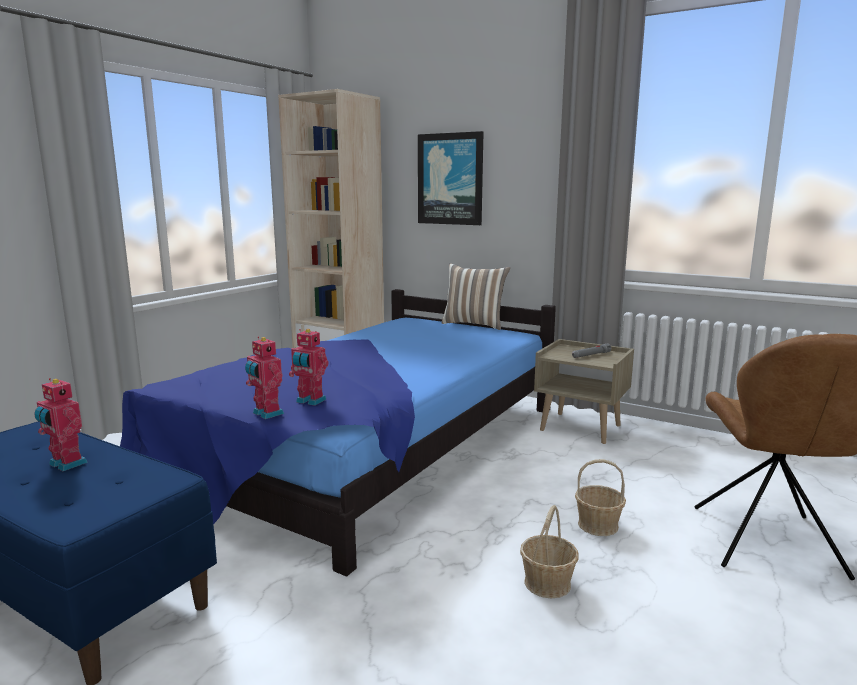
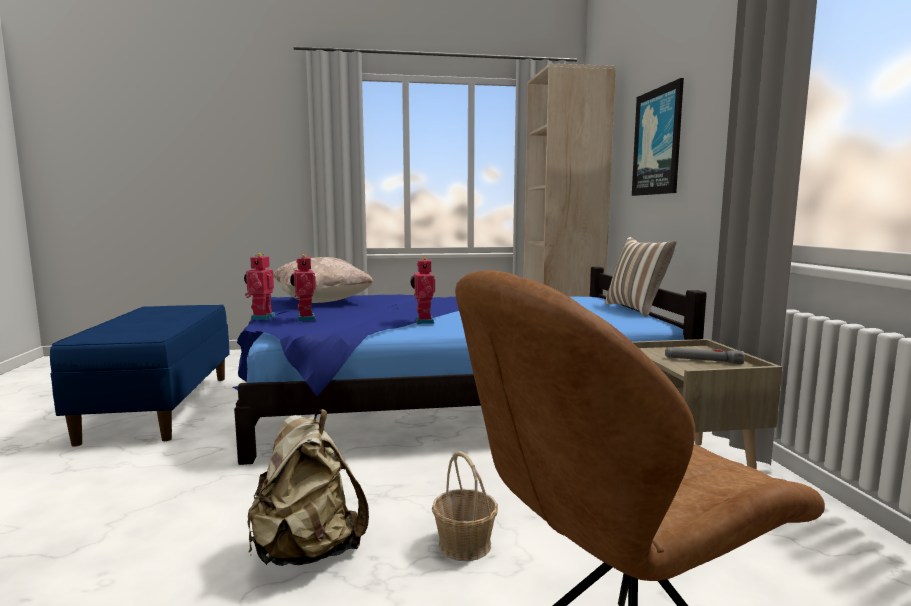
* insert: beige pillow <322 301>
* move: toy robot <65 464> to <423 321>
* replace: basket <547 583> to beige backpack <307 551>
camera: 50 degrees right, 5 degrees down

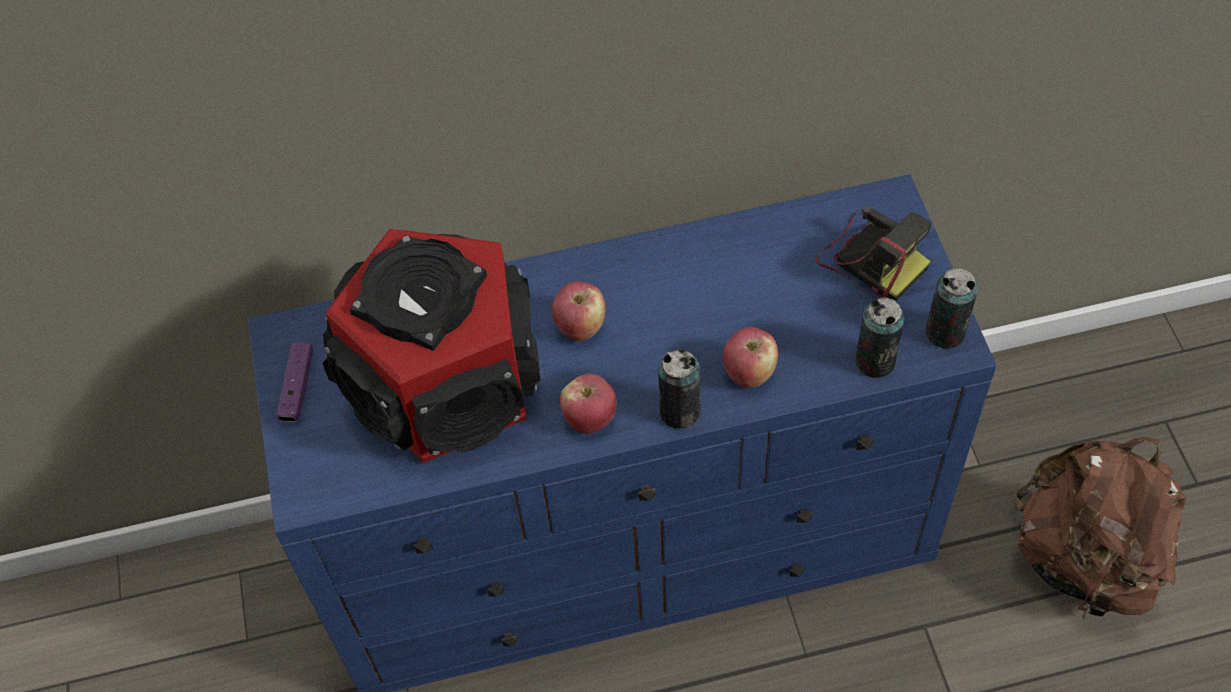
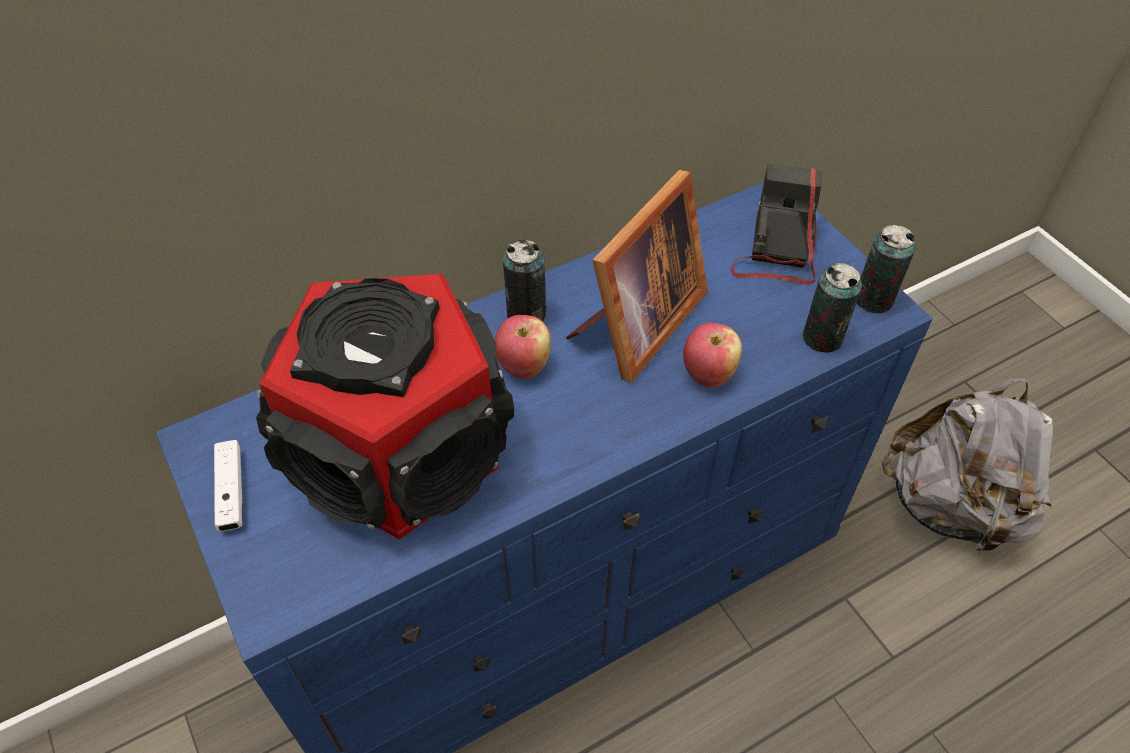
* delete: apple <590 418>
* insert: picture frame <635 325>
* move: can <679 412> to <526 314>
* recolor: purple game controller <297 388> to white game controller <231 492>
* recolor: brown backpack <1085 559> to grey backpack <951 506>
* rotate: photo camera <870 259> = <777 250> 105 degrees counterclockwise
camera: 20 degrees left, 5 degrees down

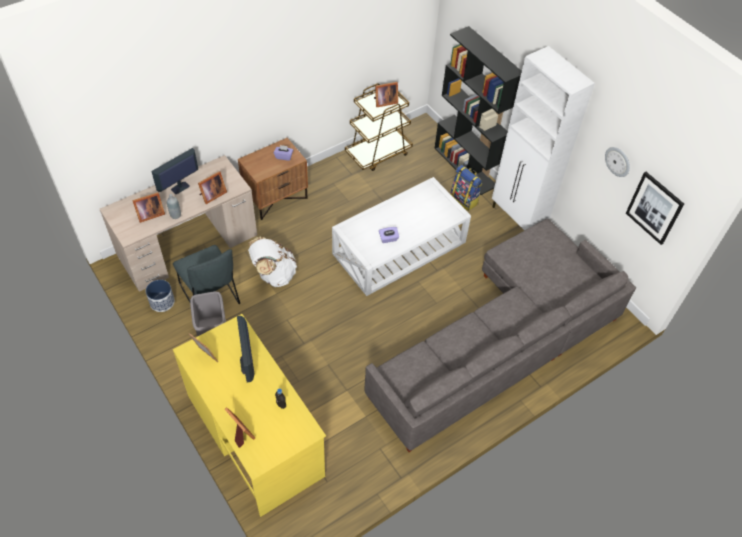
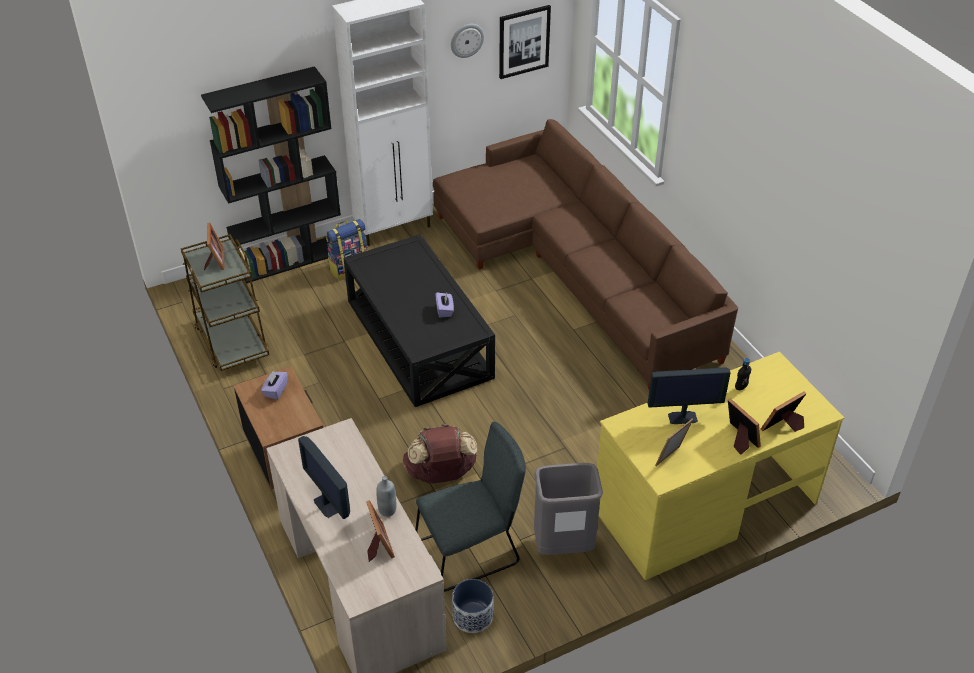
* move: picture frame <212 195> to <739 439>
* recolor: white backpack <273 274> to brown backpack <441 474>
* recolor: white coffee table <399 248> to black coffee table <420 338>
* recolor: grey sofa <502 341> to brown sofa <576 268>
camera: 80 degrees left, 10 degrees down

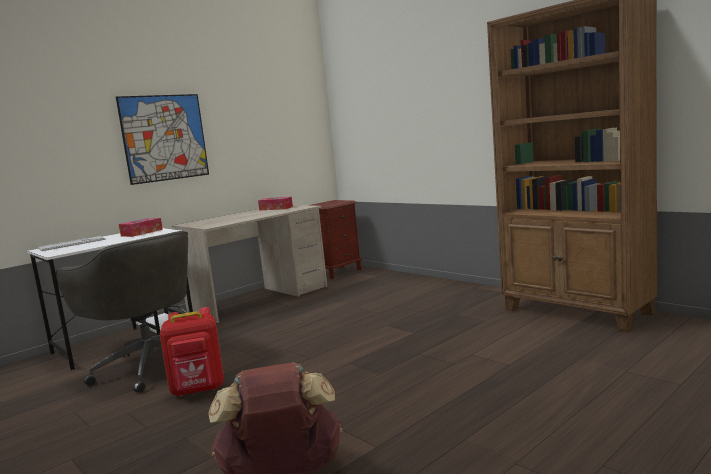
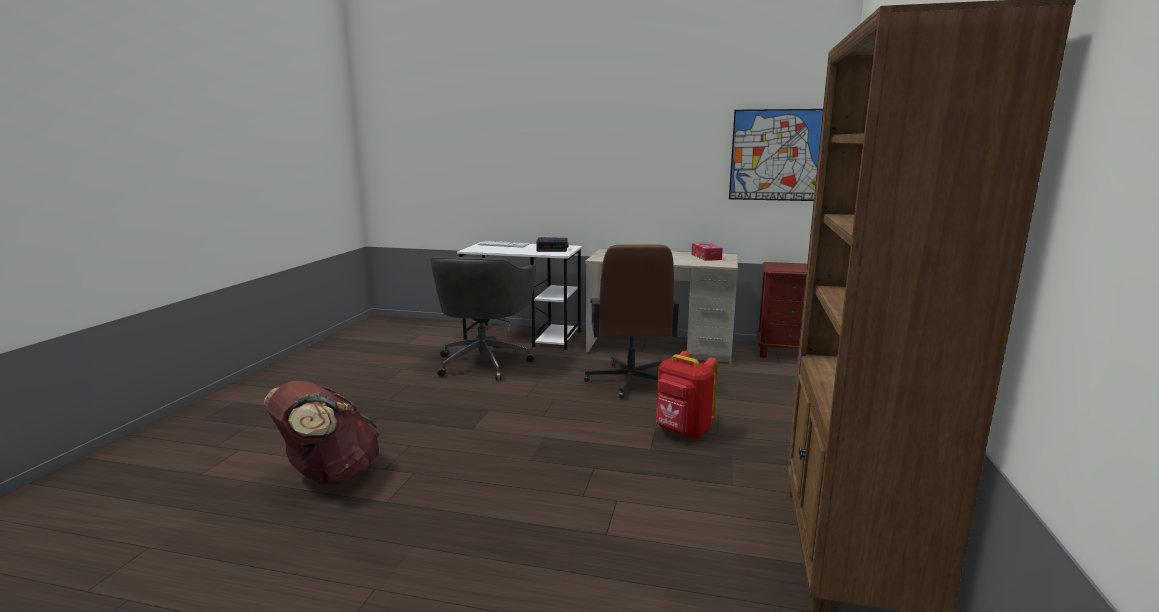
* insert: brown office chair <630 381>
* move: picture <164 138> to <777 155>
* move: red backpack <198 390> to <682 431>
* replace: tissue box <142 233> to alarm clock <552 249>
camera: 55 degrees right, 5 degrees up

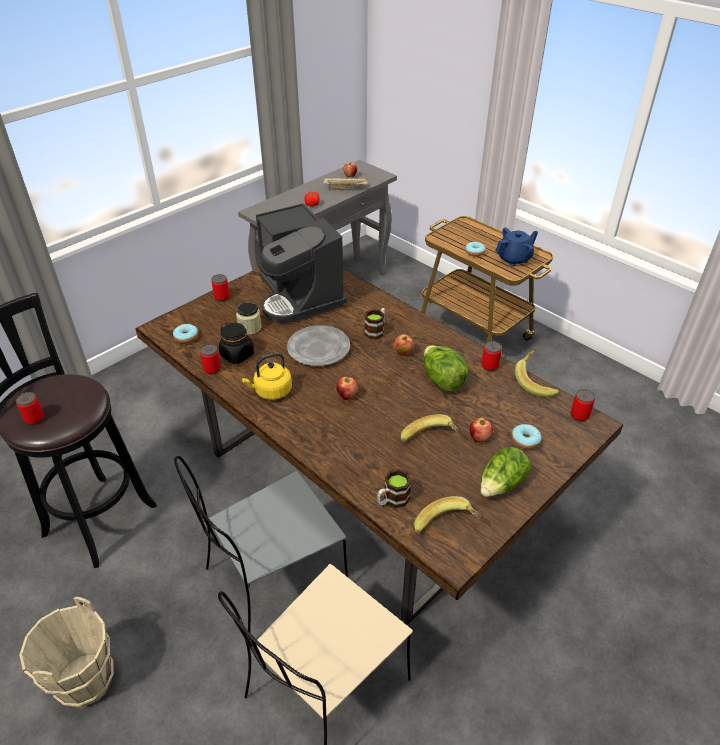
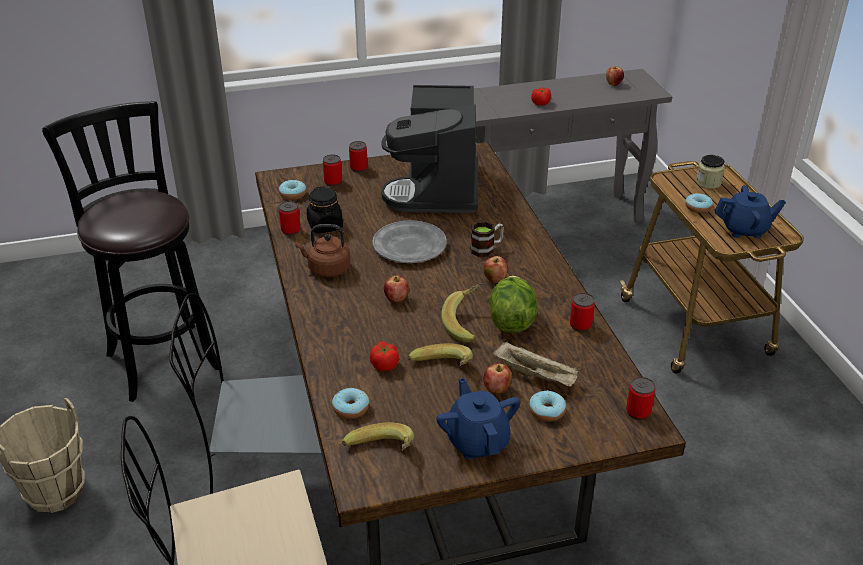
* insert: tomato <384 365>
* move: can <34 418> to <333 182>
* move: jar <250 328> to <708 183>
* move: beige tray <346 188> to <536 375>
* move: banana <536 382> to <468 324>
* replace: mug <392 500> to donut <351 408>
* replace: lettuce <502 484> to blue teapot <477 441>
* recolor: yellow kettle <271 391> to brown kettle <327 269>
camera: 30 degrees right, 5 degrees down

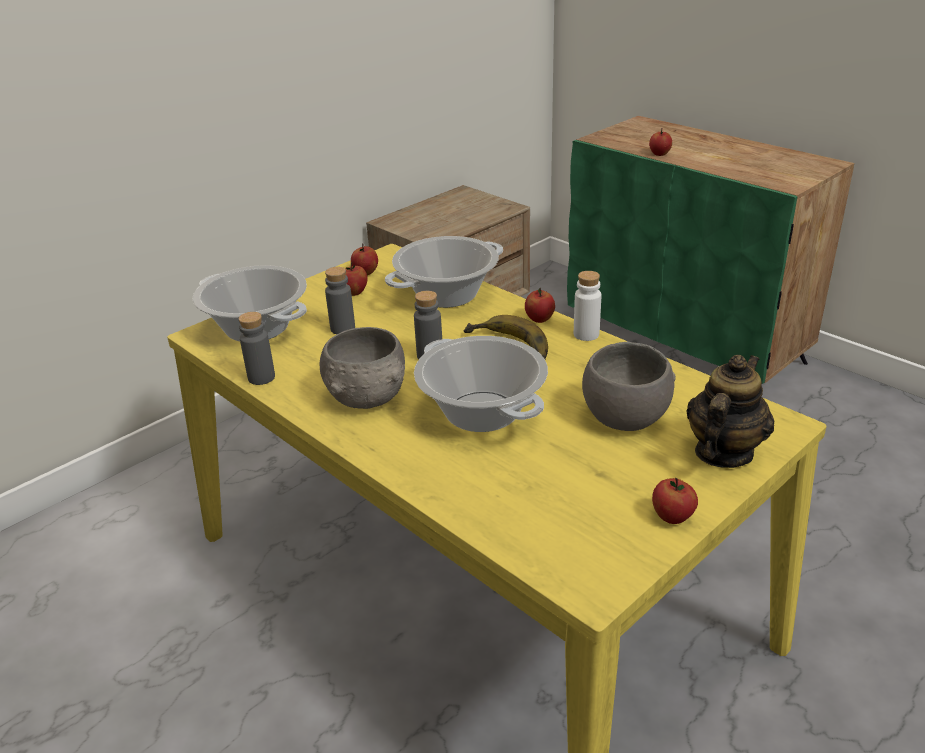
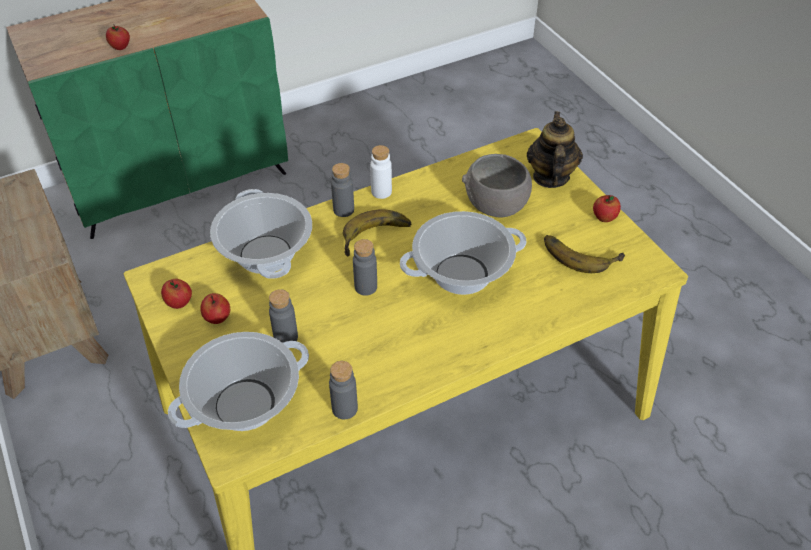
* delete: grey bowl <367 396>
* insert: banana <580 253>
* replace: apple <539 319> to grey bottle <343 210>
* rotate: teapot <723 452> = <550 177> 45 degrees clockwise
camera: 75 degrees left, 15 degrees up

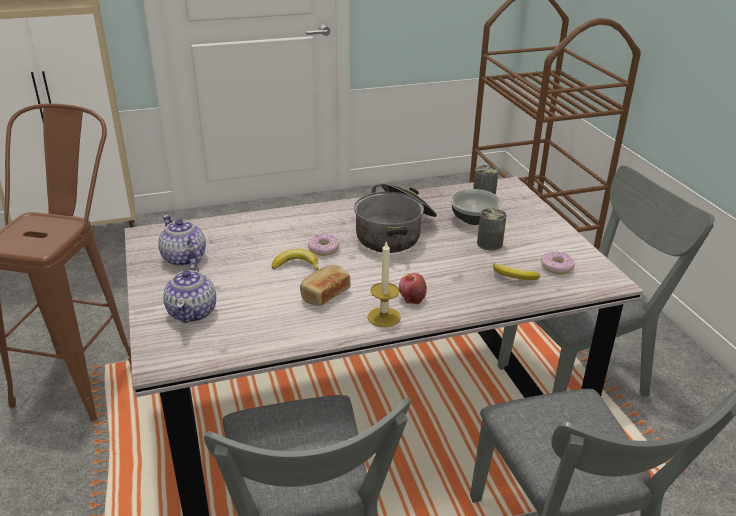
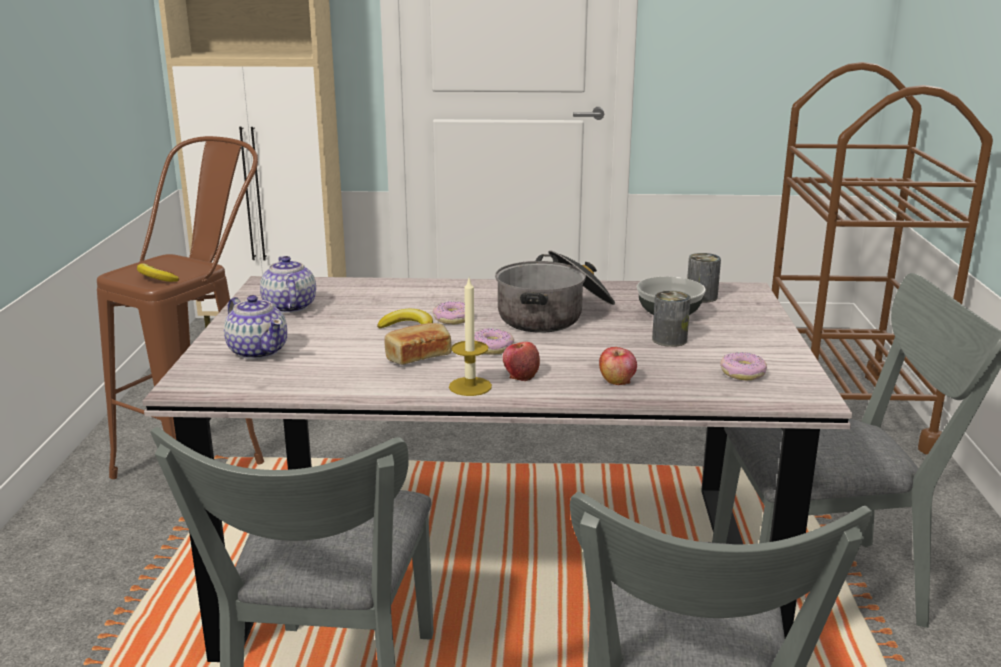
* insert: donut <492 348>
* insert: apple <617 380>
* move: banana <514 277> to <155 278>
* rotate: teapot <193 312> = <258 351> 60 degrees counterclockwise
camera: 20 degrees right, 10 degrees down

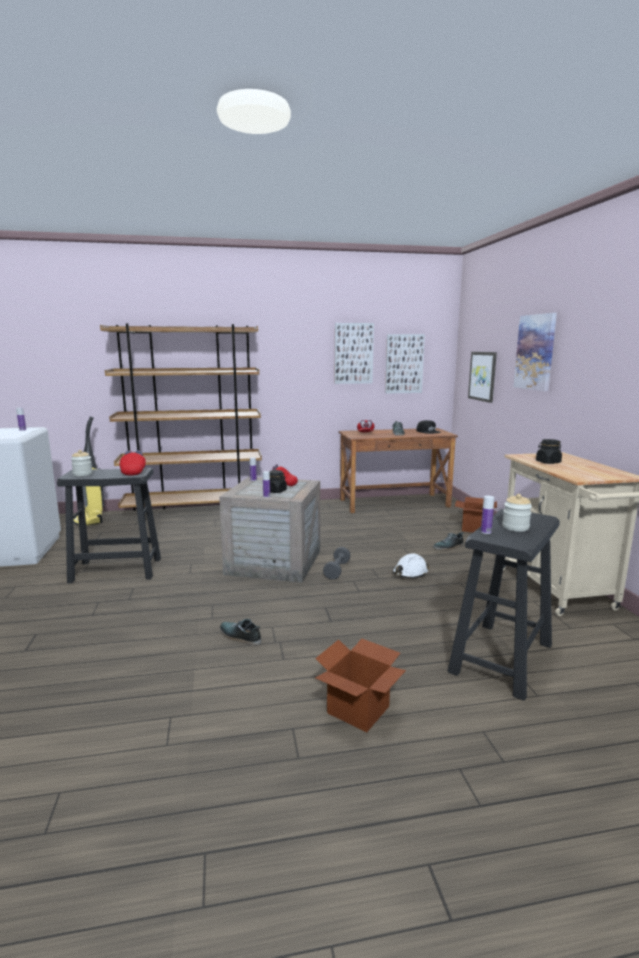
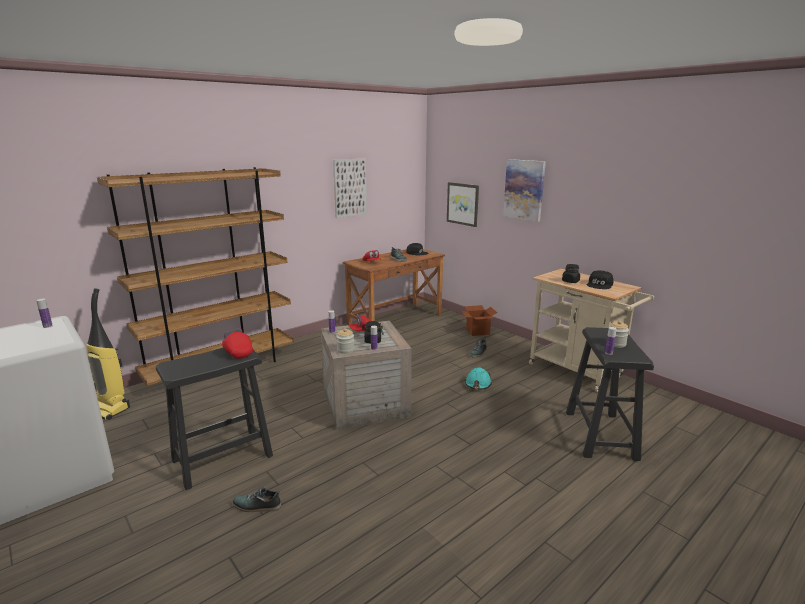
* delete: cardboard box <358 710>
* delete: grey dumbbell <337 570>
* delete: picture <404 364>
* insert: black cap <600 285>
* move: jar <82 474> to <345 350>
* move: shoe <239 637> to <257 506>
* recolor: white hard hat <410 573> to turquoise hard hat <478 384>
camera: 30 degrees left, 5 degrees up

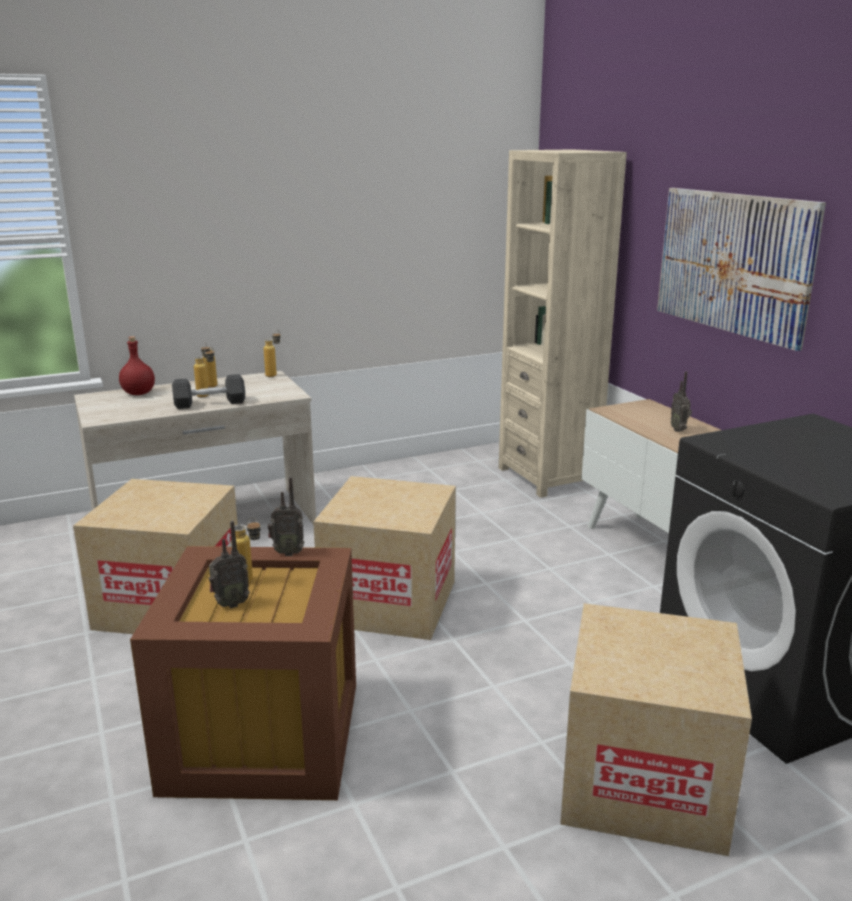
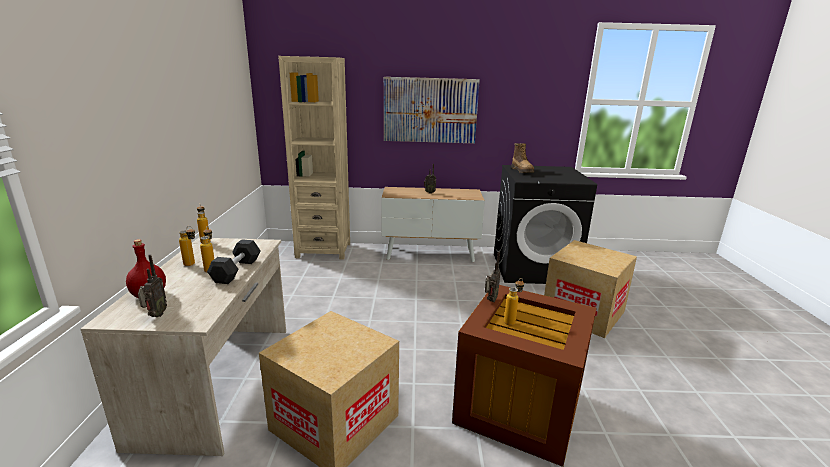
* delete: cardboard box <389 602>
* insert: boot <522 171>
* move: radio <230 604> to <155 316>
camera: 65 degrees left, 0 degrees up

